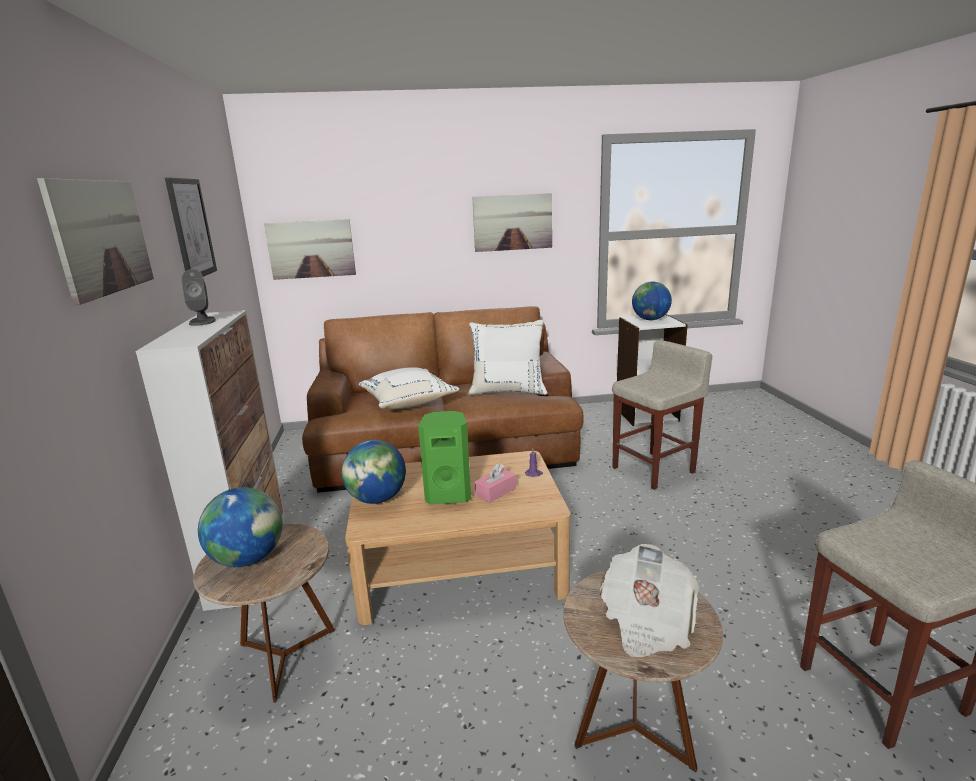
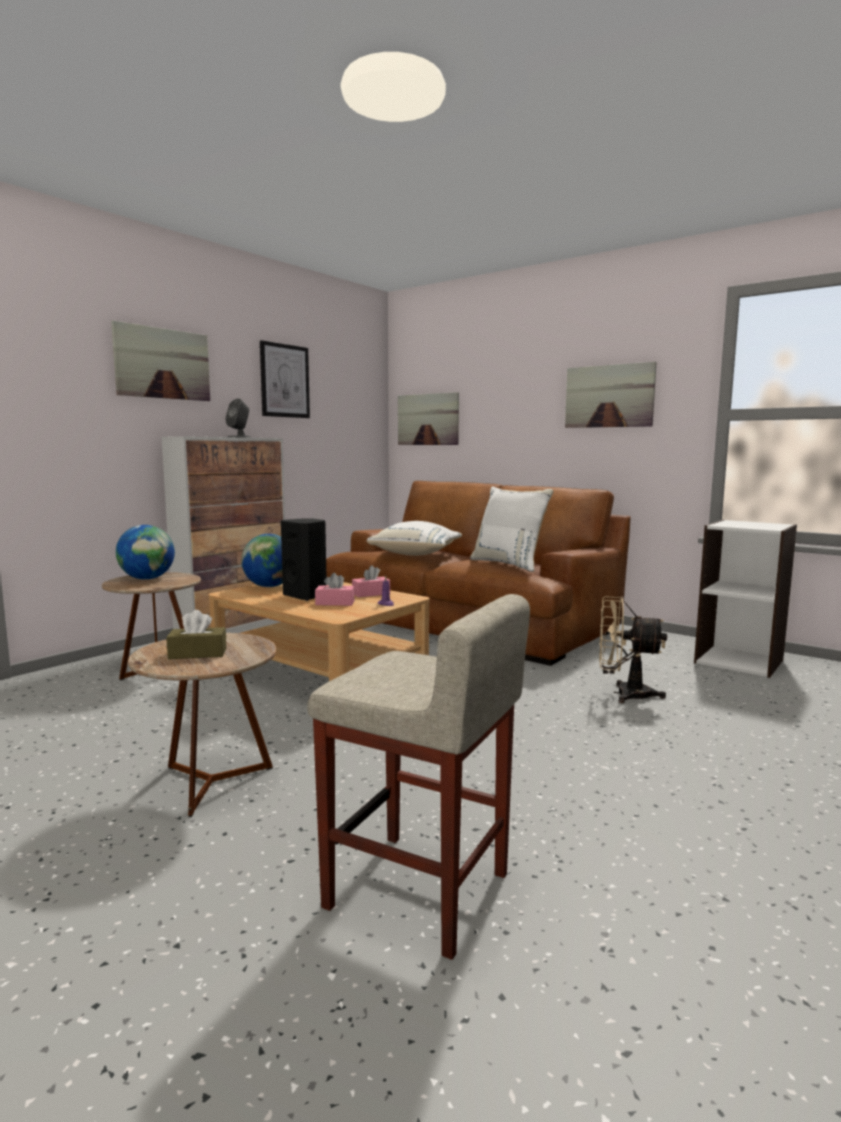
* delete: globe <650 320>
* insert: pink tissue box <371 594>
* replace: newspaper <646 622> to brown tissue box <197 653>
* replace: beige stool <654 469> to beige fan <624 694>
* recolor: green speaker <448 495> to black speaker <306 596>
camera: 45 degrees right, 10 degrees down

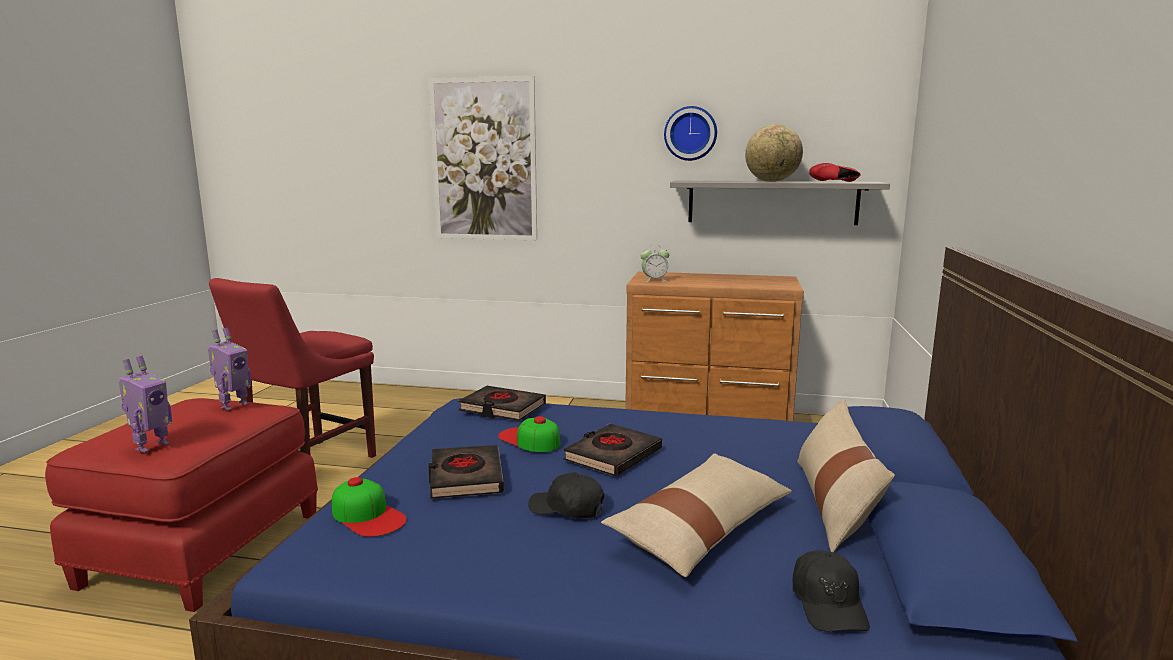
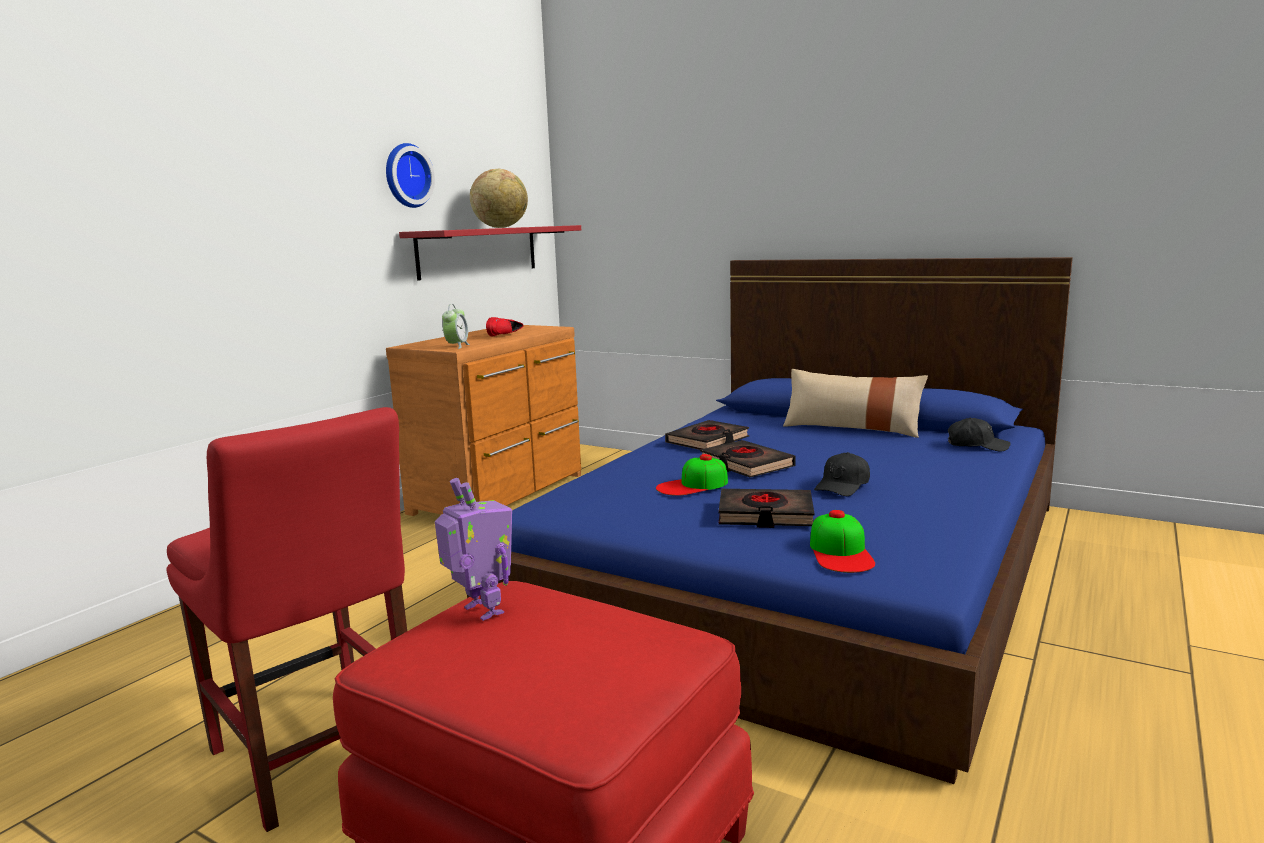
* delete: toy robot <151 446>
* delete: picture <484 160>
* delete: beige pillow <701 529>
* move: black book <502 408> to <708 441>
* move: red shoe <835 182> to <505 335>
* recolor: grey shelf <772 202> to red shelf <478 251>
* rotate: cap <368 515> = <841 552> 120 degrees clockwise
camera: 70 degrees left, 0 degrees up

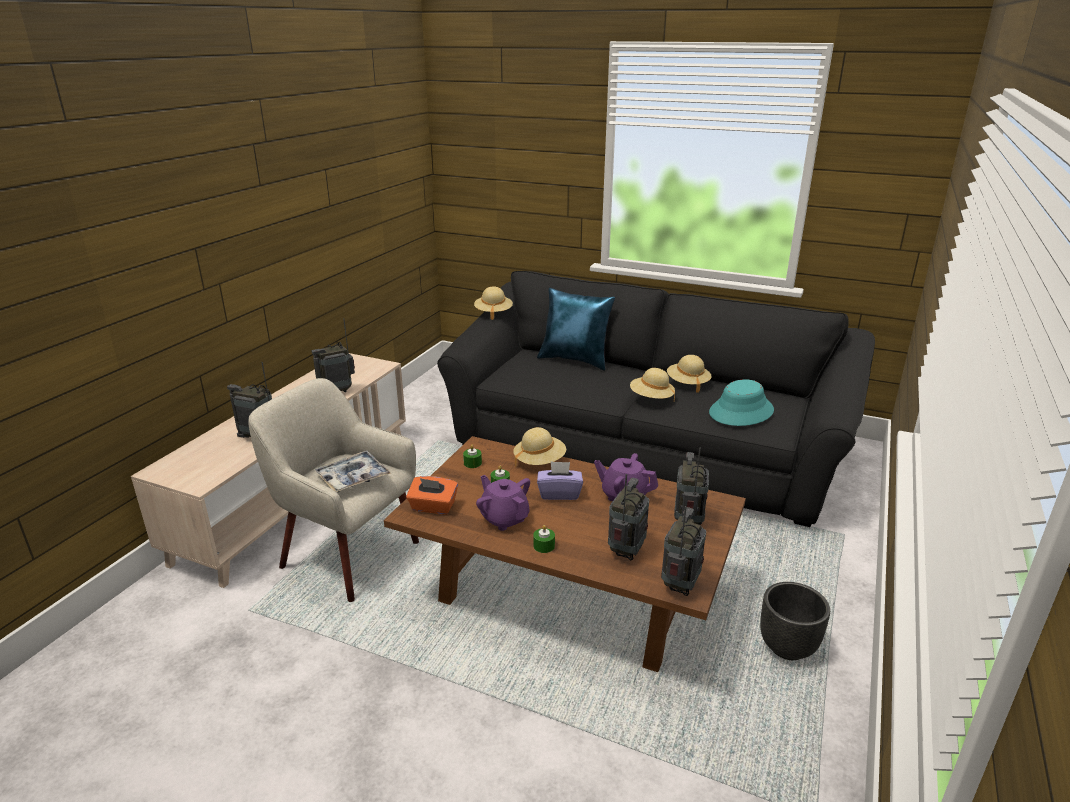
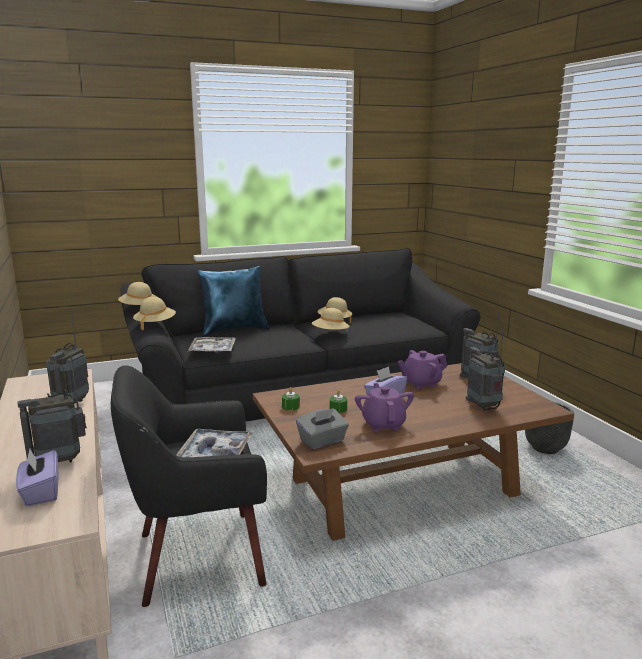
* delete: green candle <544 546>
* delete: radio <680 585>
* delete: turquoise hat <741 412>
* insert: purple tissue box <40 492>
* insert: tray <212 350>
* move: beige hat <539 461> to <155 324>
* recolor: beige armchair <348 554> to black armchair <198 557>
* recolor: orange tissue box <433 507> to grey tissue box <322 441>
* rotate: purple teapot <504 518> = <383 424> 75 degrees clockwise
camera: 45 degrees left, 10 degrees down

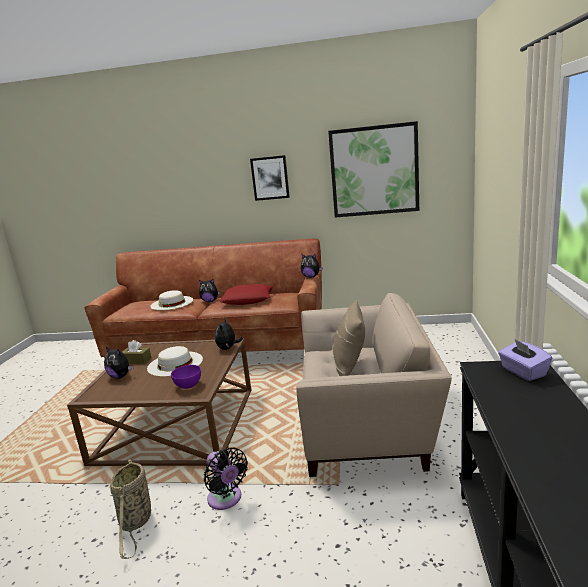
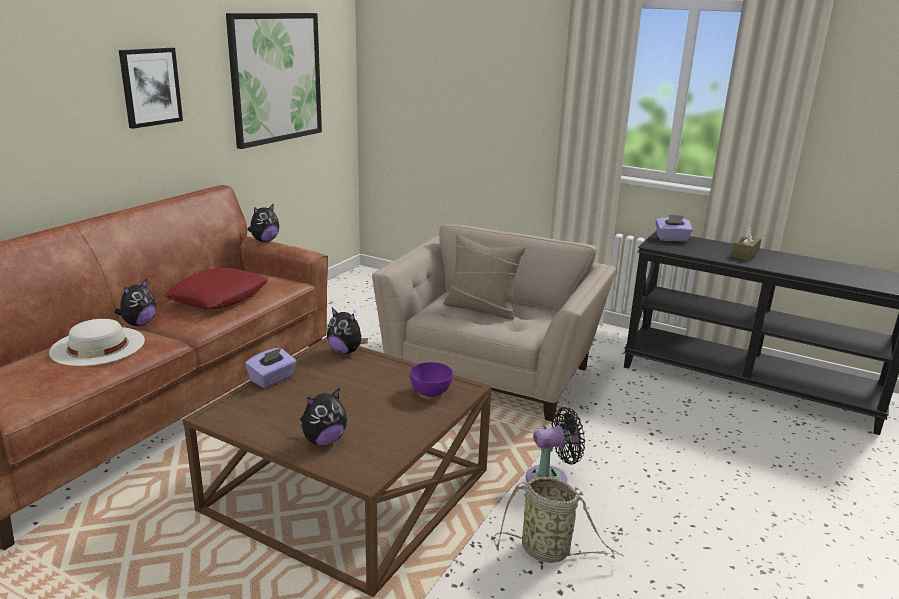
* delete: white hat <175 363>
* insert: purple tissue box <272 379>
* move: brown tissue box <136 360> to <745 254>
camera: 70 degrees left, 5 degrees up

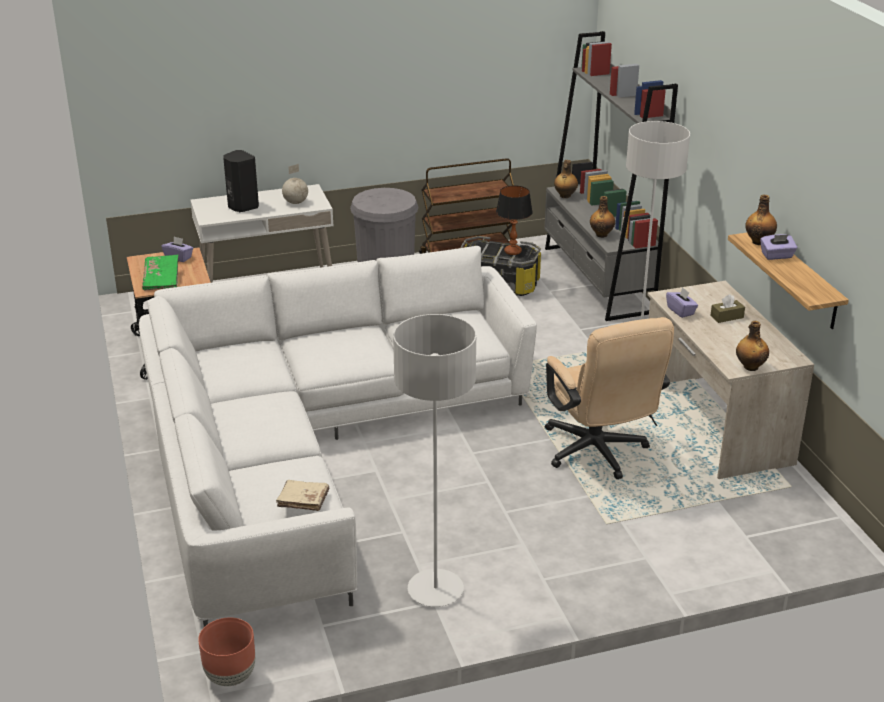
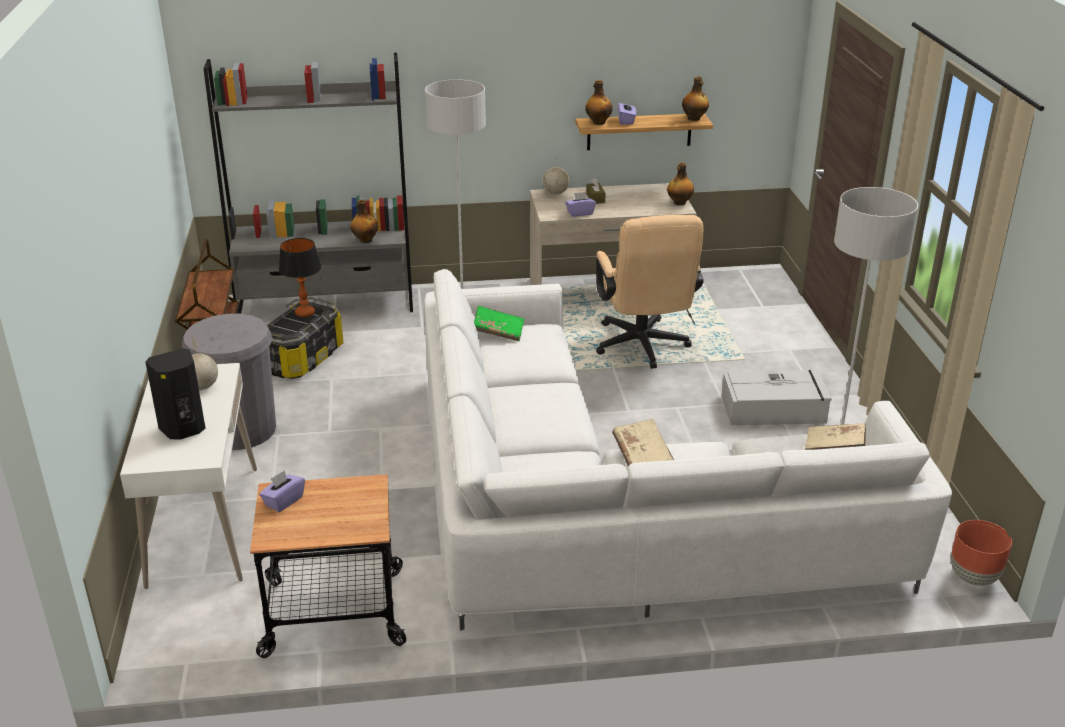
* insert: globe <556 193>
* insert: beige book <642 455>
* insert: grey storage box <775 409>
* move: green book <162 280> to <498 332>
* move: bottle <565 196> to <694 118>
* rotate: beige office chair <598 454> = <643 348> 90 degrees clockwise
camera: 80 degrees left, 0 degrees up

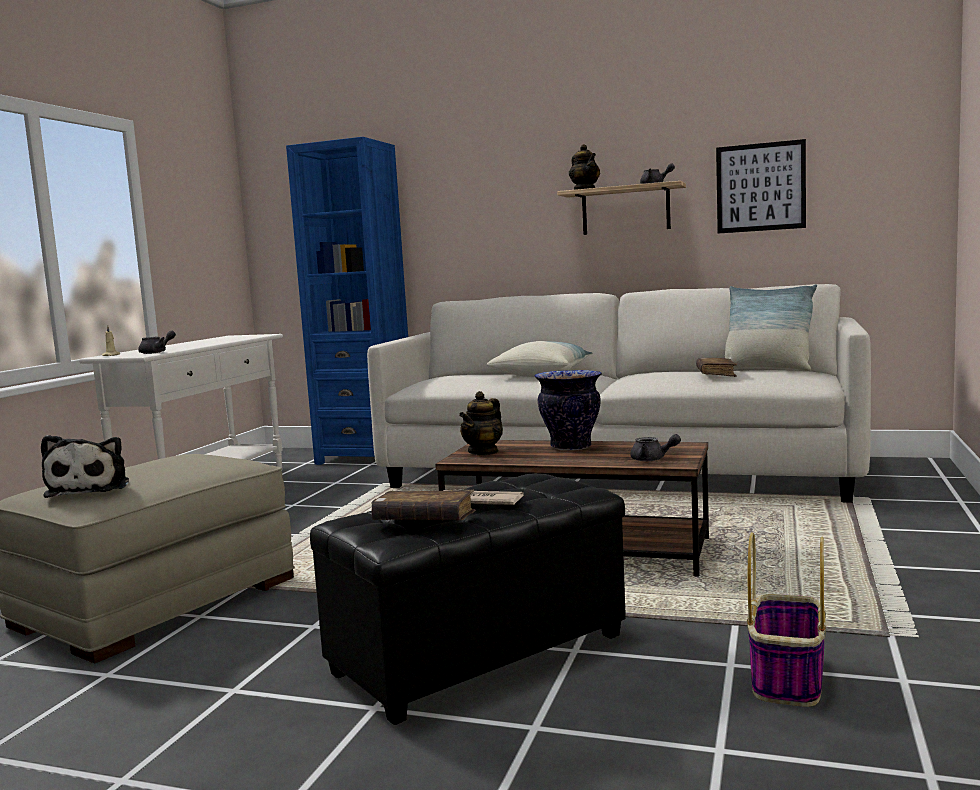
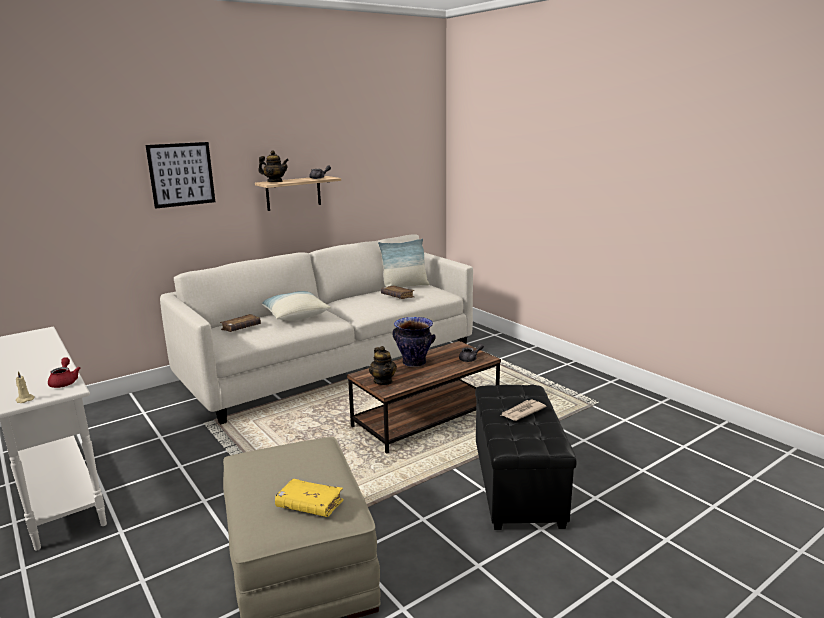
* delete: blue bookcase <366 457>
* delete: basket <786 678>
* move: brown book <424 520> to <241 328>
* move: picture <760 187> to <181 174>
* replace: plush toy <91 488> to yellow book <309 505>
* recolor: grey teapot <157 352> to red teapot <64 382>
camera: 55 degrees left, 10 degrees up

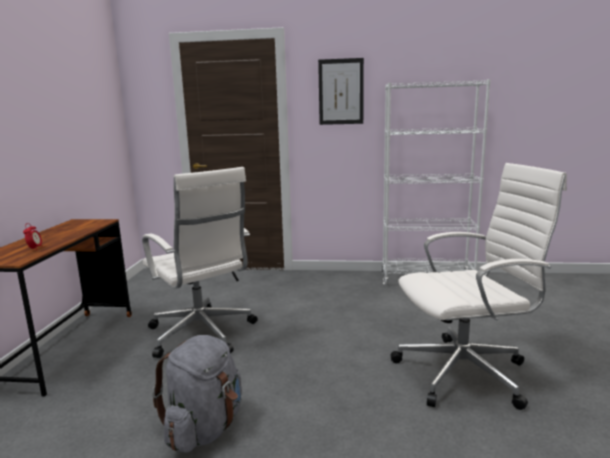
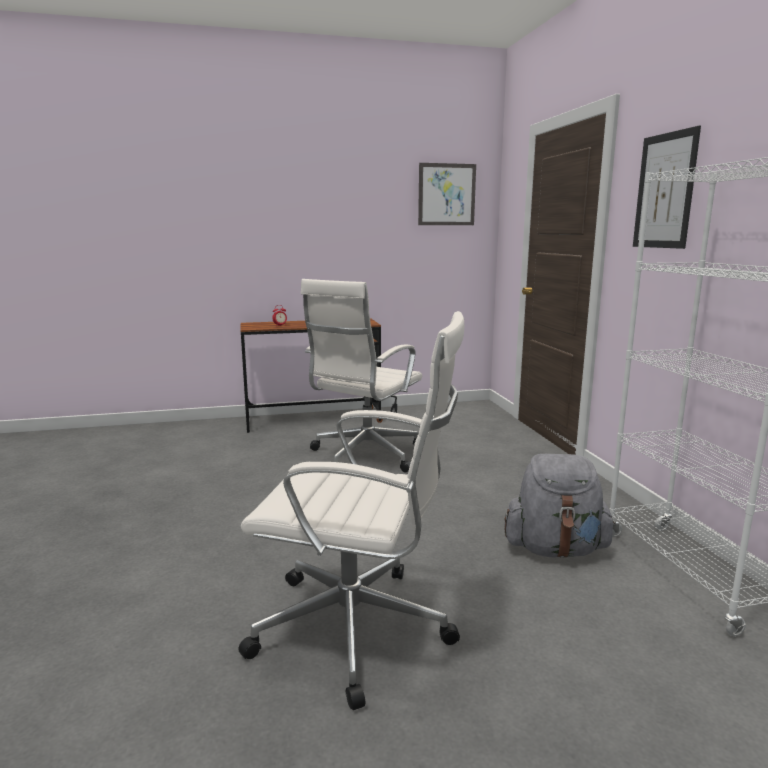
* insert: picture <446 194>
* move: grey backpack <205 428> to <555 549>
* rotate: white office chair <466 373> = <358 629> 45 degrees counterclockwise
camera: 70 degrees right, 0 degrees up

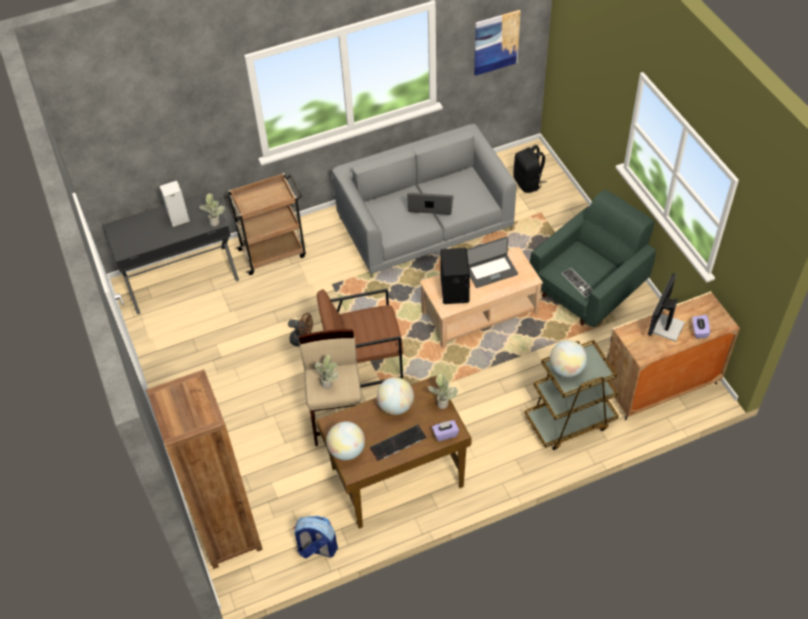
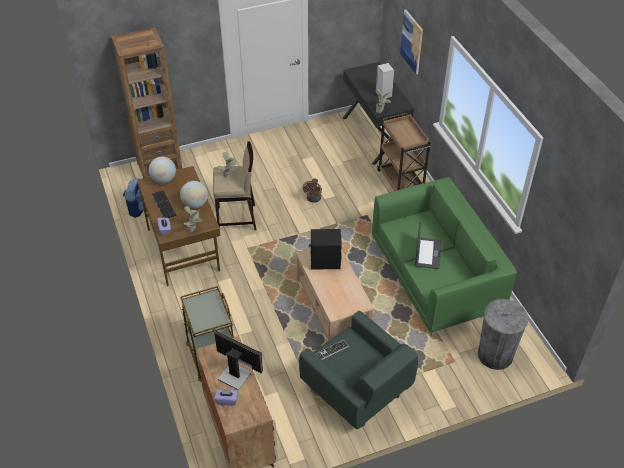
* delete: brown armchair <363 360>
* delete: laptop <491 271>
* delete: globe <566 369>
* move: picture <496 42> to <412 41>
* replace: black backpack <528 183> to grey trash can <495 355>
* recolor: grey sofa <424 223> to green sofa <436 274>
camera: 90 degrees right, 5 degrees down

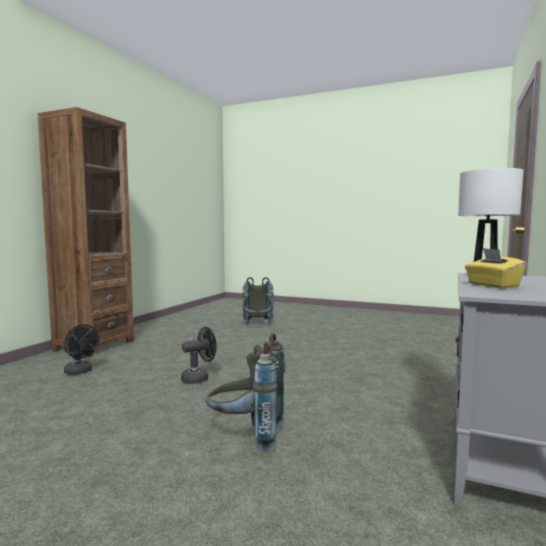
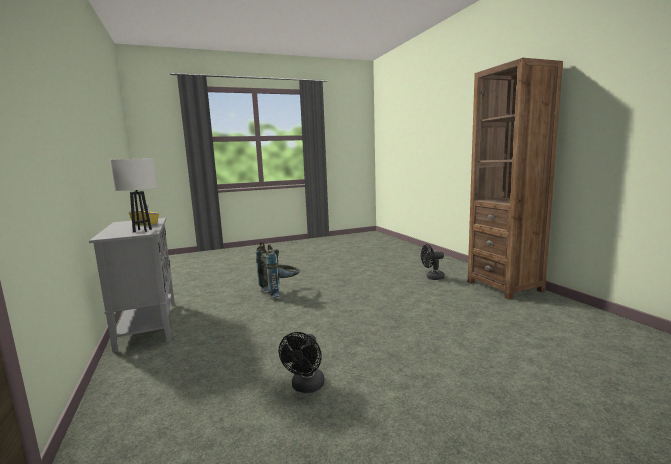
* delete: grey backpack <257 326>
* move: black fan <199 378> to <306 387>
camera: 135 degrees right, 5 degrees up

